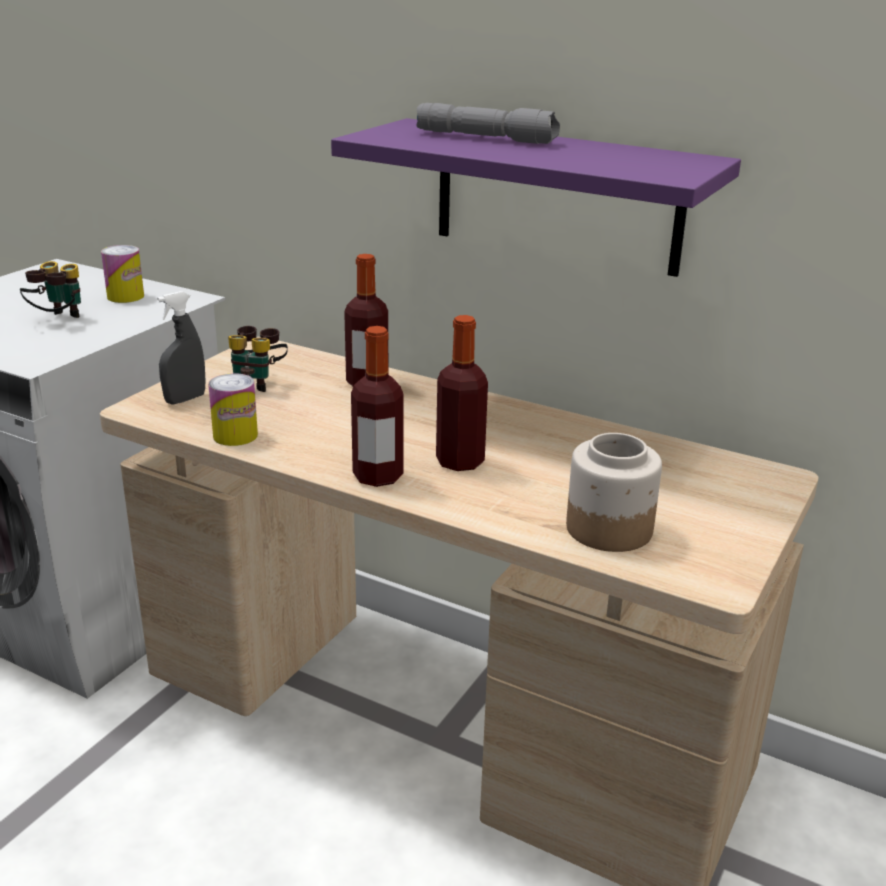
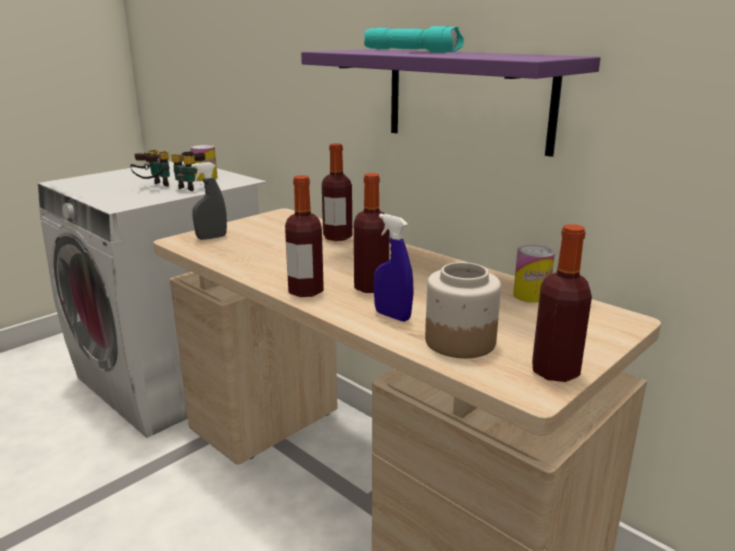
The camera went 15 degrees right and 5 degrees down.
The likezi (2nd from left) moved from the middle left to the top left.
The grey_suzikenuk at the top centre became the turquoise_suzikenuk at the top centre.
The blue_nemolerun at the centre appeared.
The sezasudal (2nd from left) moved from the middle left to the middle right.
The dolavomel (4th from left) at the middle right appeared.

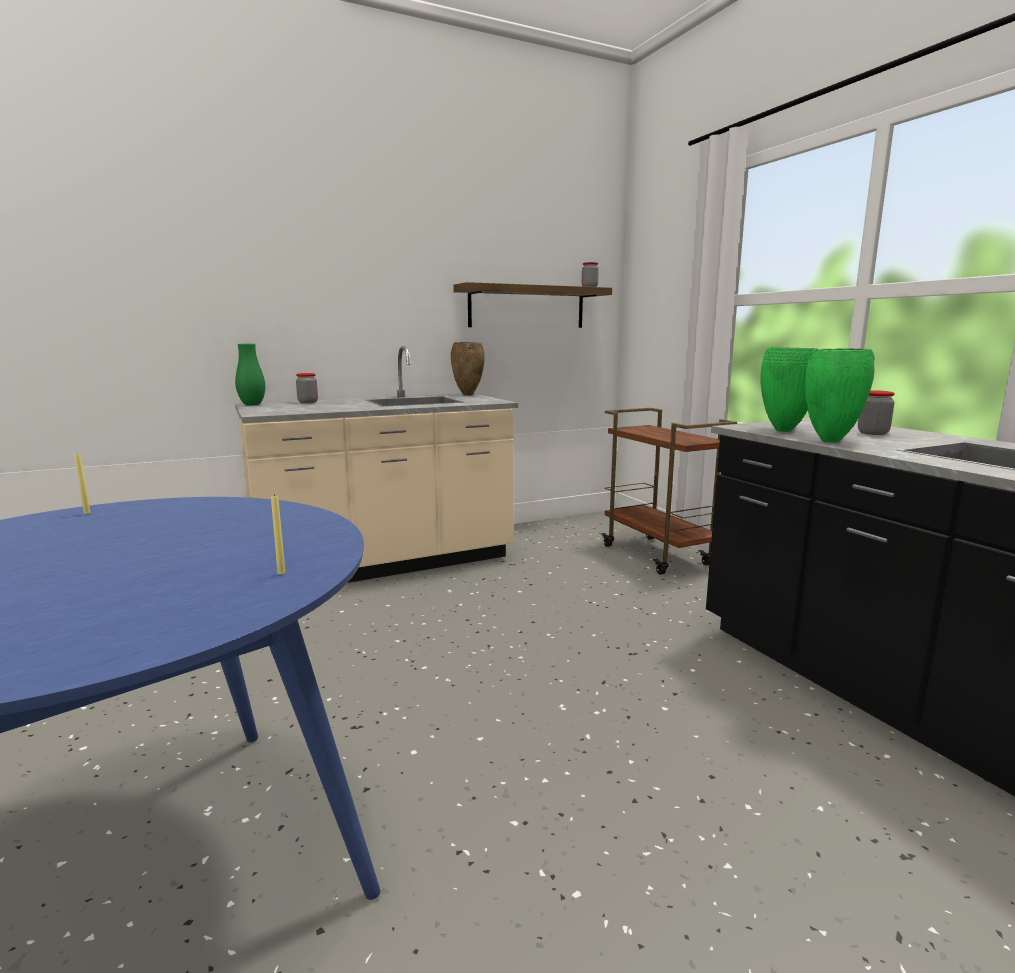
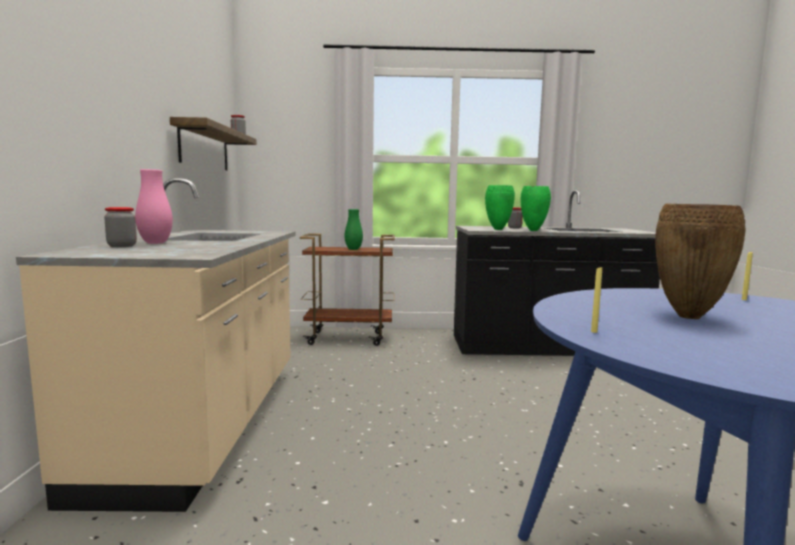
The camera went 65 degrees left and 5 degrees down.
The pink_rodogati at the middle left appeared.
The green_rodogati (1st from left) moved from the middle left to the centre.
The brown_rodogati moved from the centre to the middle right.

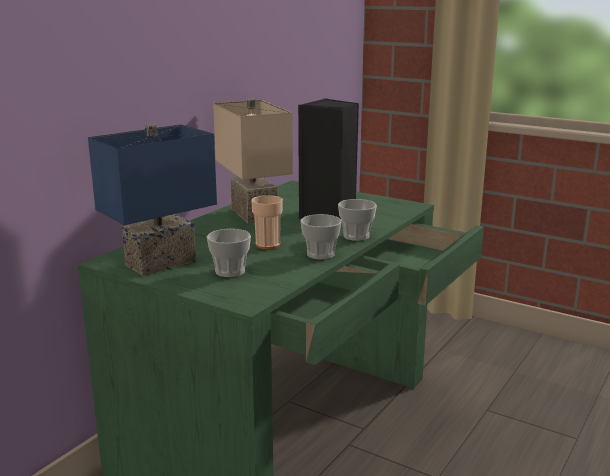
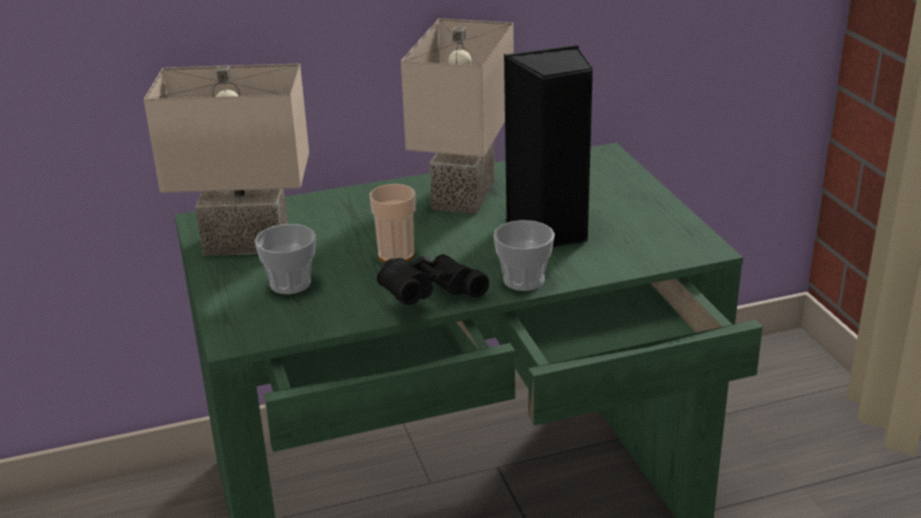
The camera went 40 degrees right and 10 degrees up.
The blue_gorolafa at the middle left became the beige_gorolafa (1st from left) at the top left.
The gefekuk (3rd from left) at the centre was replaced by the black_likezi at the centre.

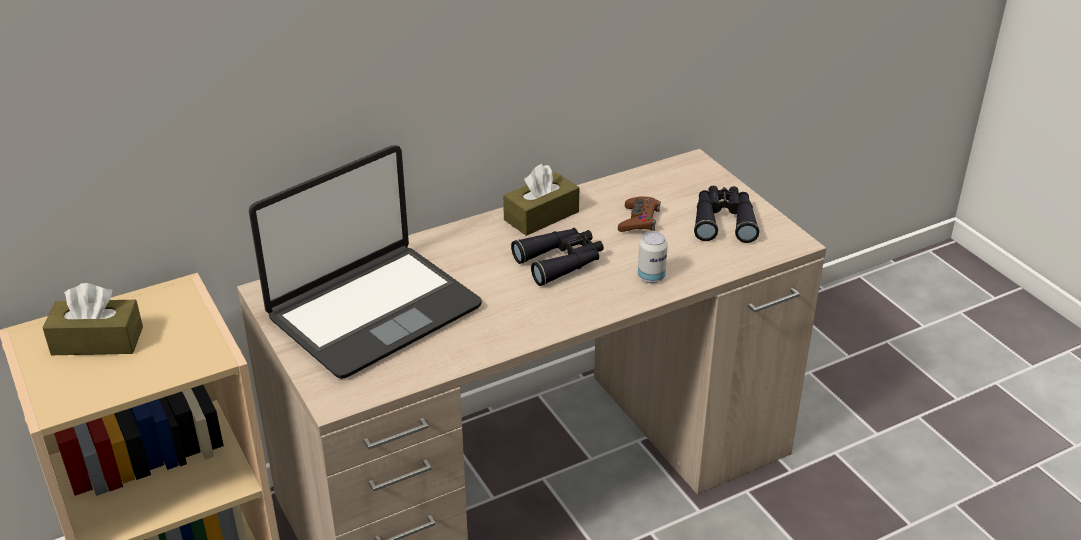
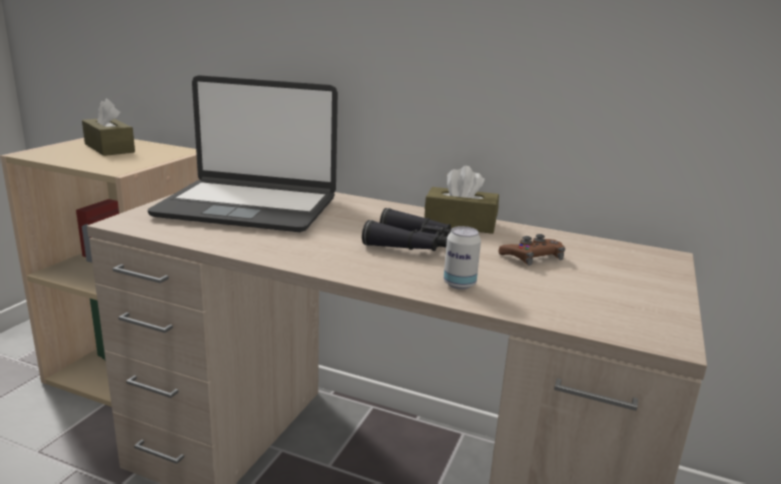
The camera went 50 degrees right and 15 degrees down.
The black_likezi (2nd from left) at the middle right disappeared.

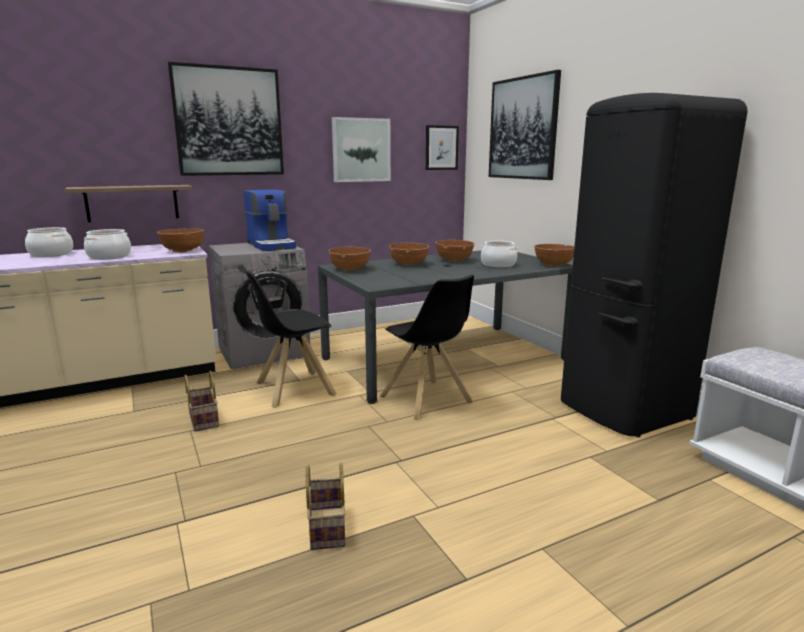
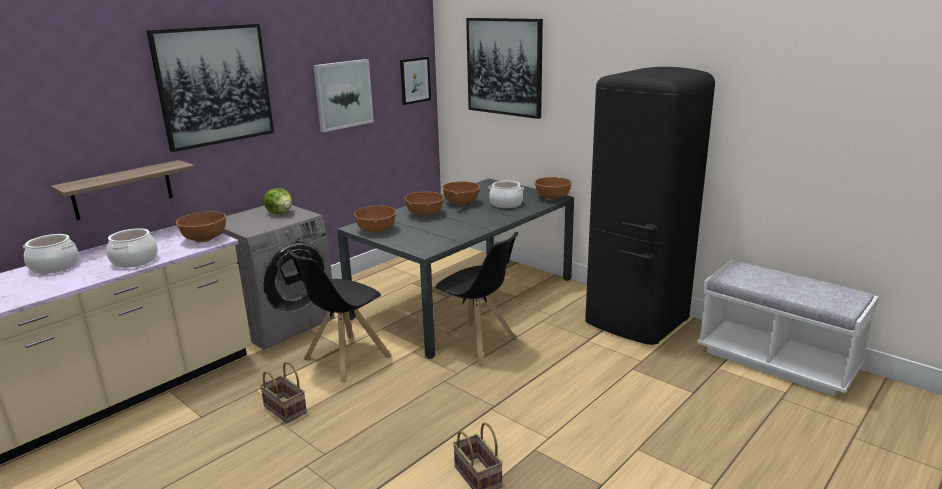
The camera went 20 degrees left and 5 degrees up.
The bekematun at the centre was replaced by the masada at the middle left.

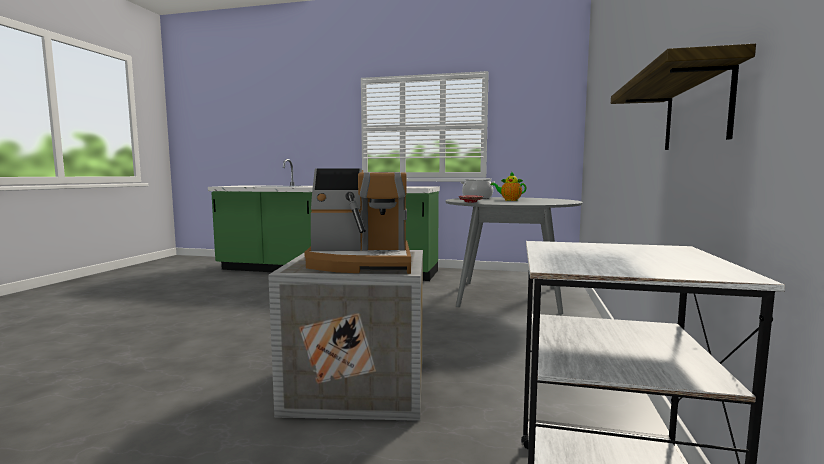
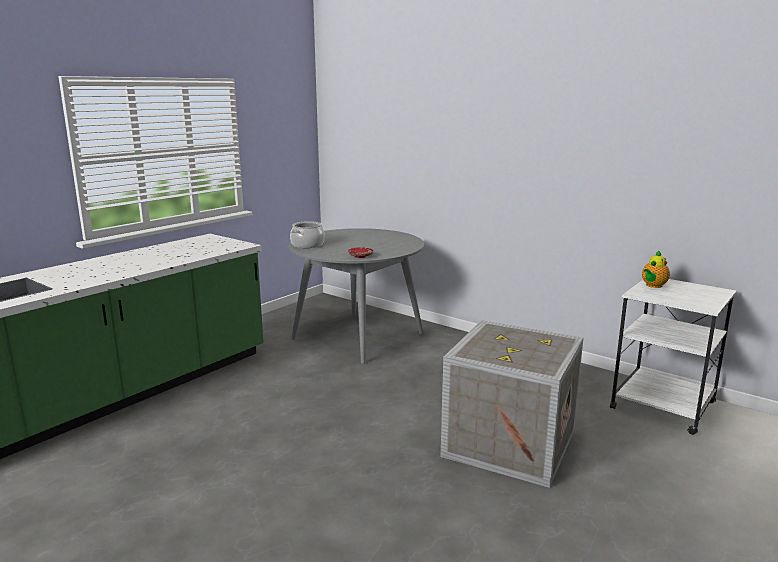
The camera went 65 degrees left and 10 degrees up.
The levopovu moved from the centre to the middle right.
The bekematun at the centre disappeared.
The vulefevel at the top right disappeared.

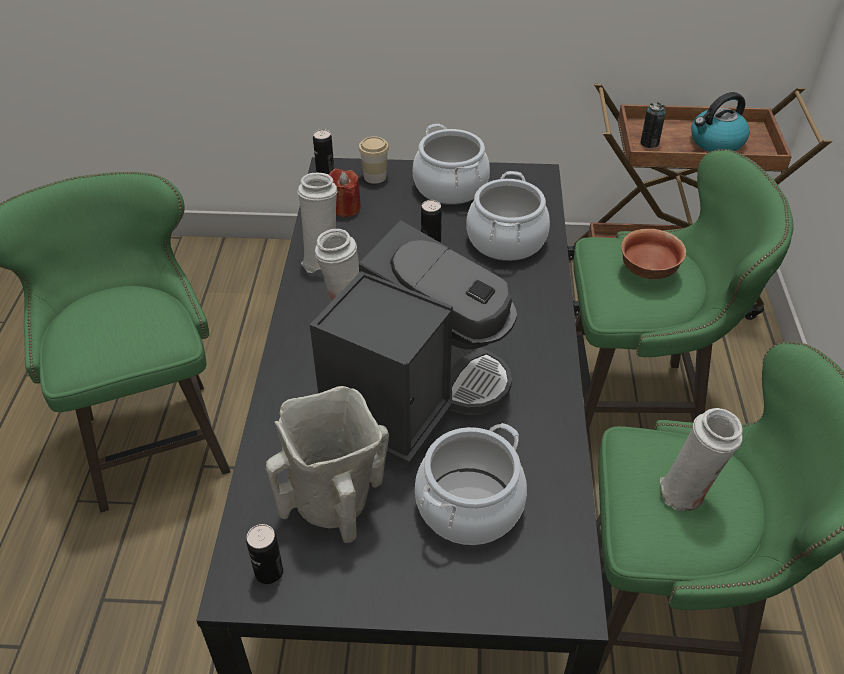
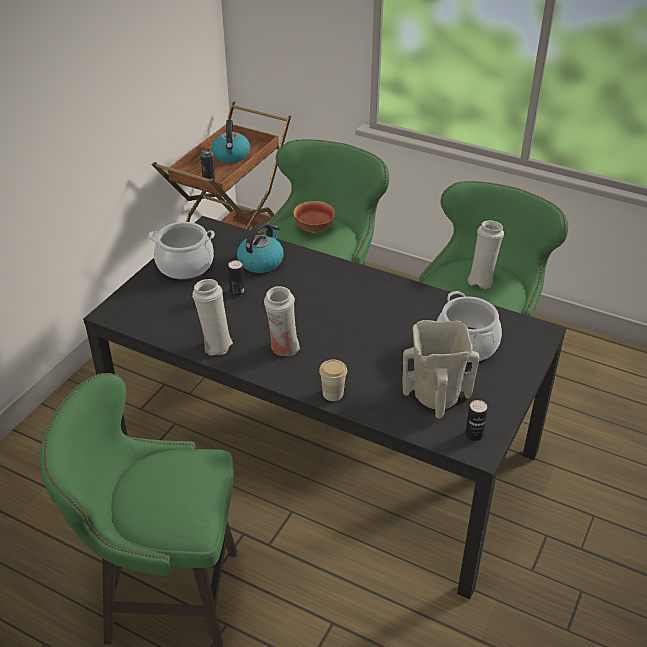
The camera went 65 degrees left and 5 degrees down.
The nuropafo (3rd from left) at the top centre was replaced by the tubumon (2nd from left) at the centre.
The gefekuk moved from the top centre to the centre.
The bekematun at the centre disappeared.
The sezasudal (2nd from left) at the top centre disappeared.
The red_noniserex at the top centre disappeared.

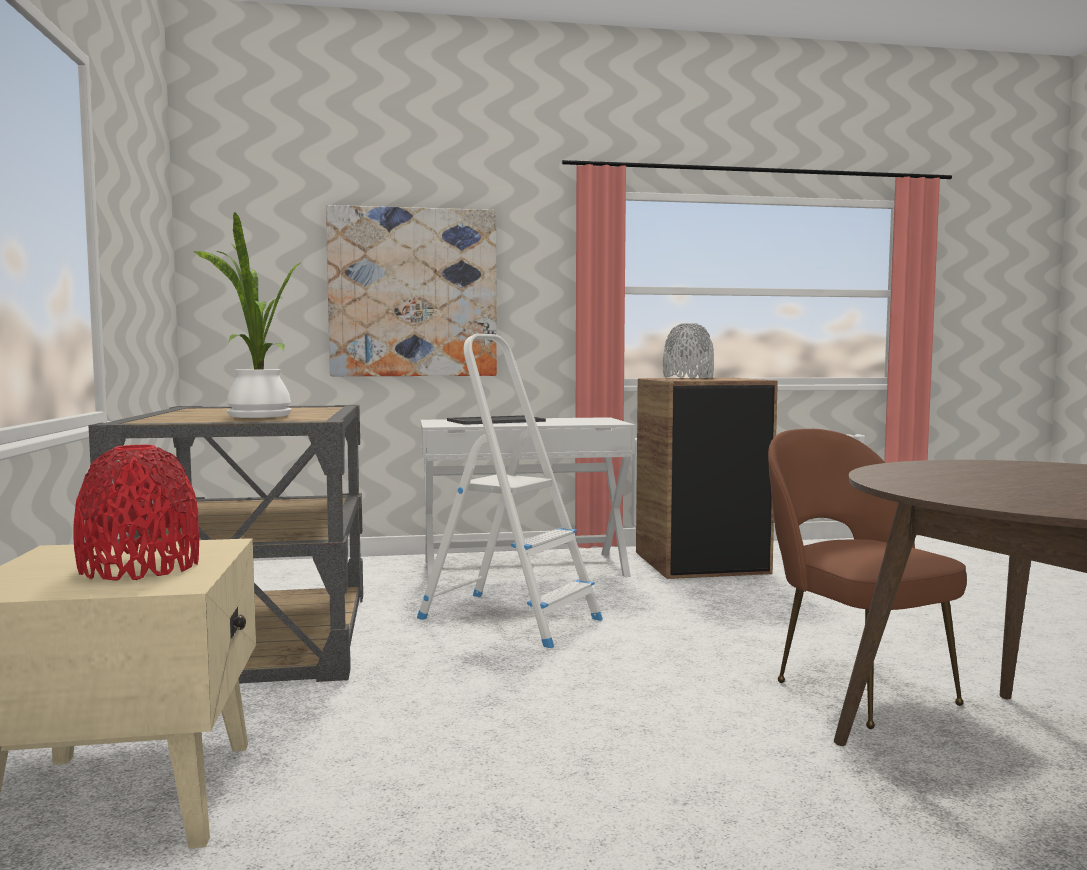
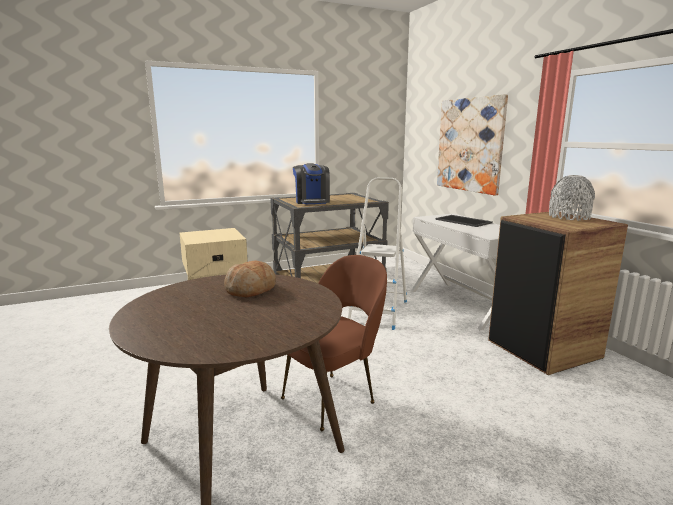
The camera went 75 degrees right and 10 degrees up.
The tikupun at the centre appeared.
The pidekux at the middle left was replaced by the bekematun at the centre.
The red_rodogati at the middle left disappeared.

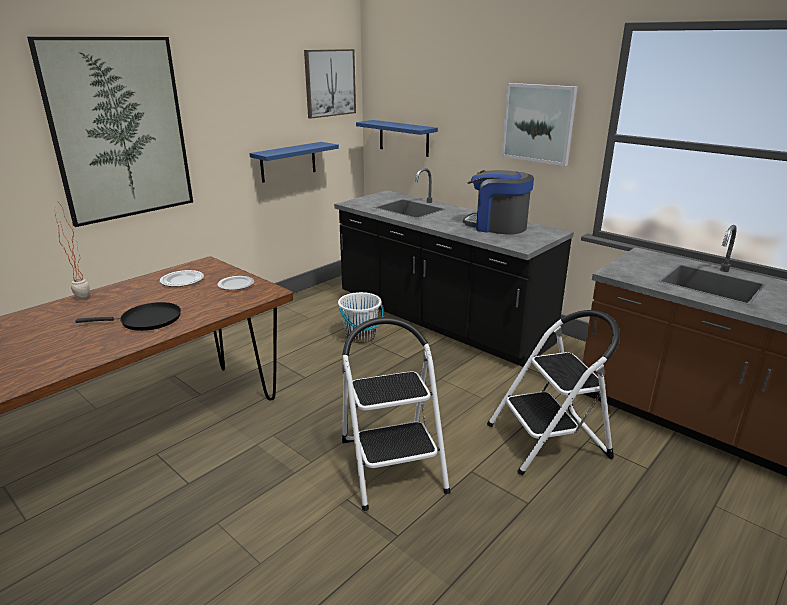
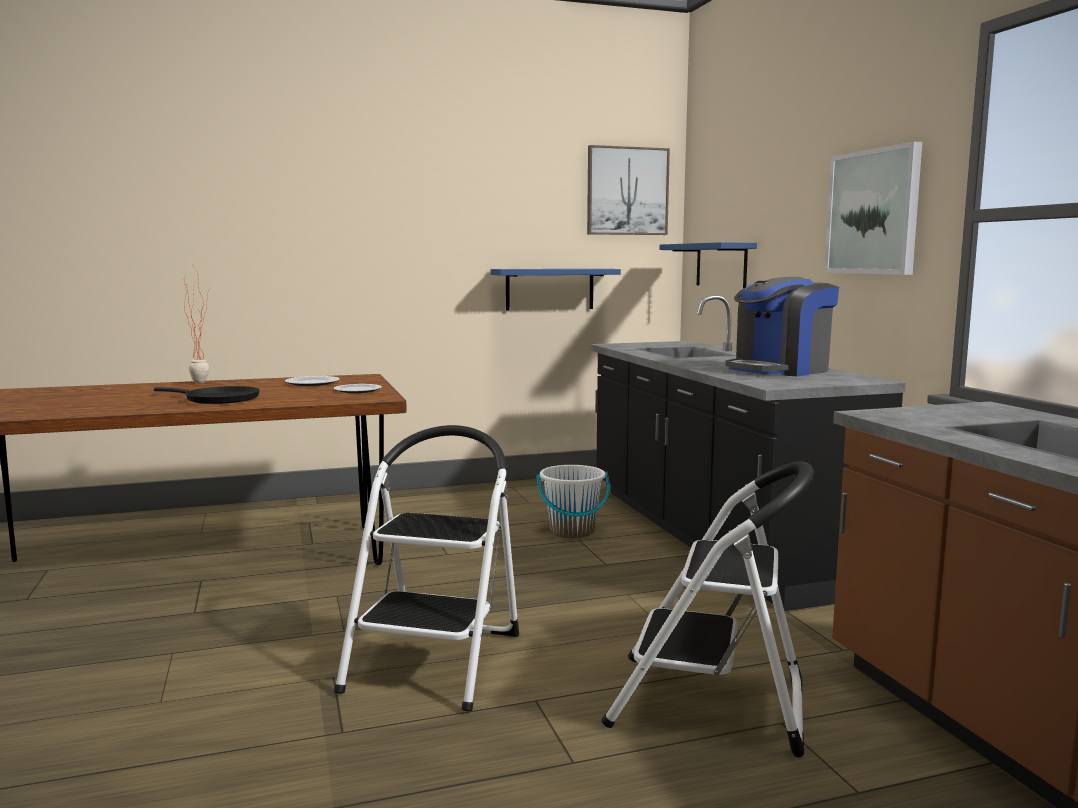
The camera went 30 degrees right and 15 degrees down.
The bekematun at the centre turned 90 degrees counterclockwise.
The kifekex (1st from left) at the top left disappeared.

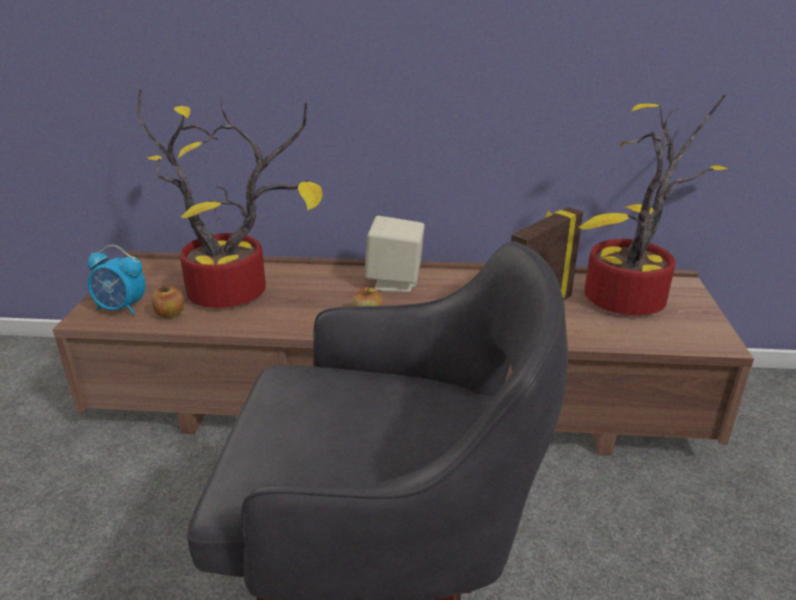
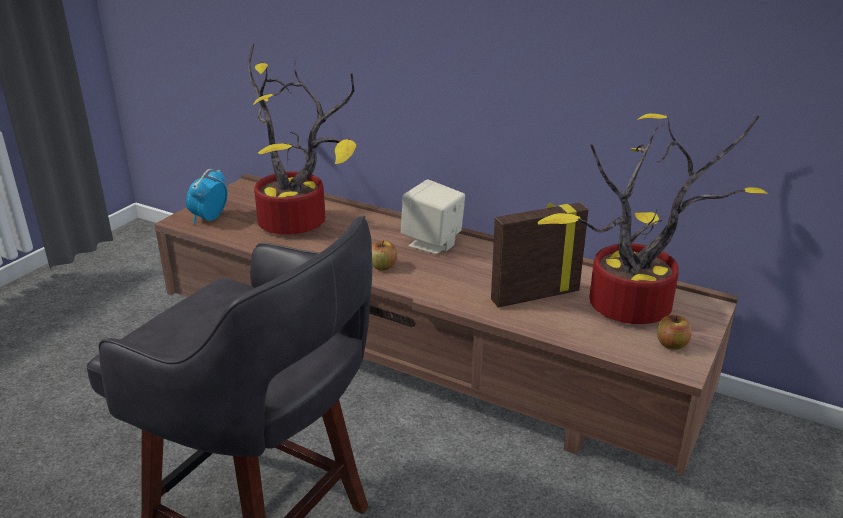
The camera went 25 degrees right and 0 degrees up.
The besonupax at the middle left turned 75 degrees clockwise.
The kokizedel (1st from left in the first image) moved from the middle left to the middle right.

